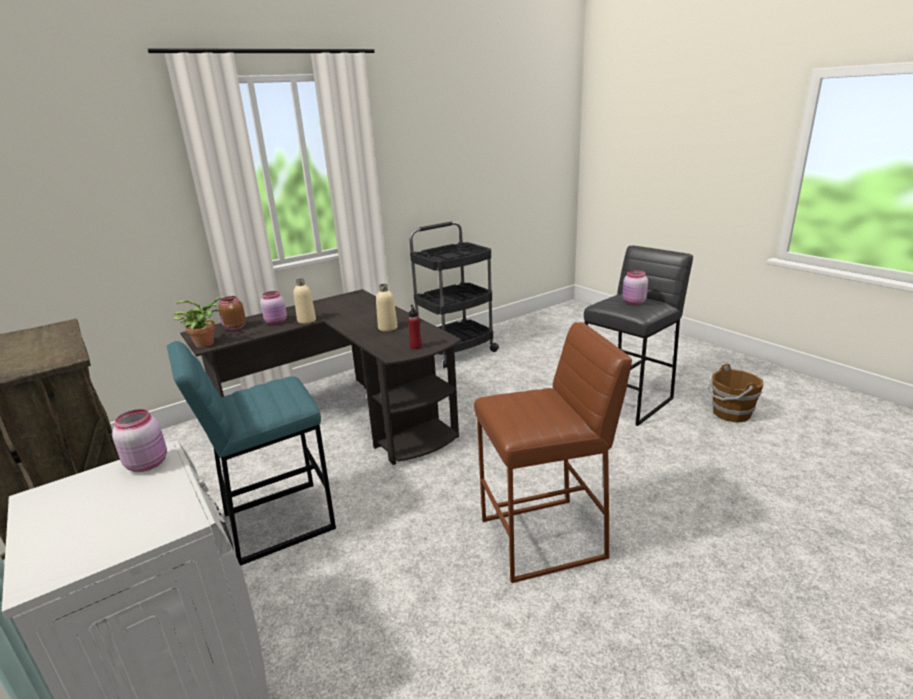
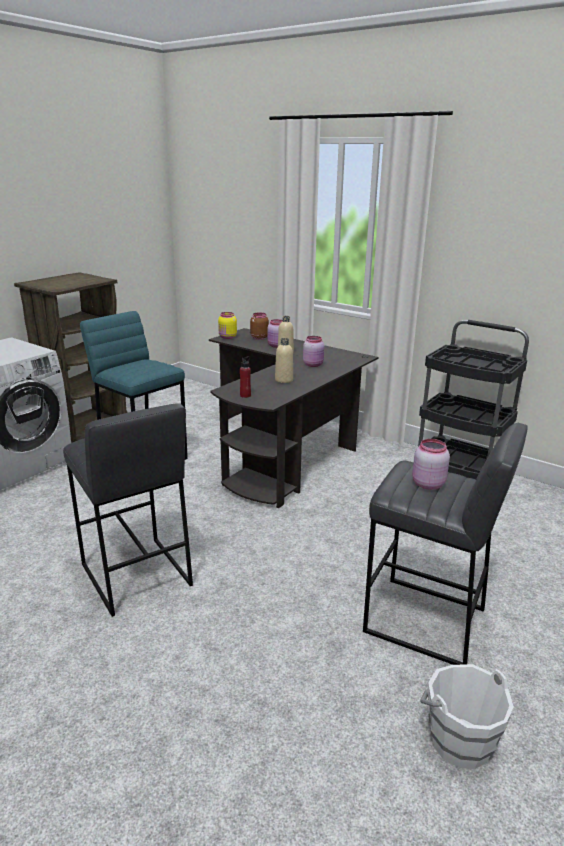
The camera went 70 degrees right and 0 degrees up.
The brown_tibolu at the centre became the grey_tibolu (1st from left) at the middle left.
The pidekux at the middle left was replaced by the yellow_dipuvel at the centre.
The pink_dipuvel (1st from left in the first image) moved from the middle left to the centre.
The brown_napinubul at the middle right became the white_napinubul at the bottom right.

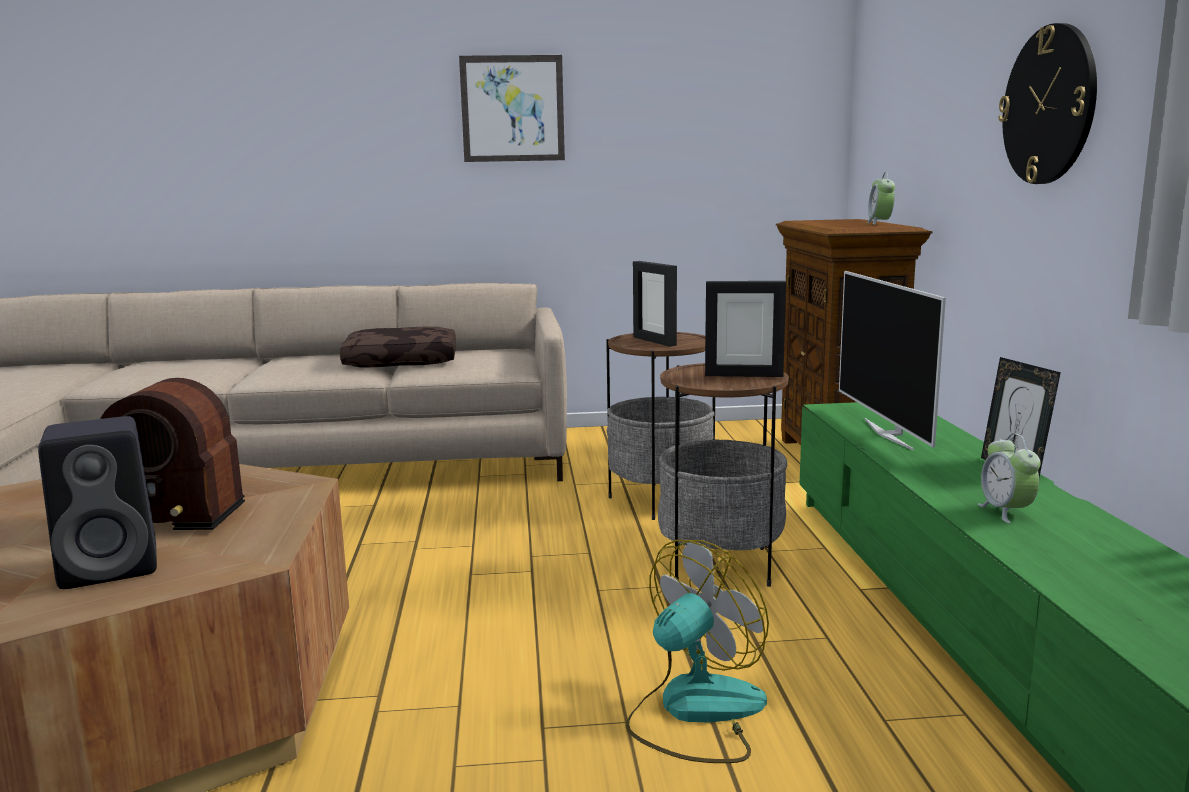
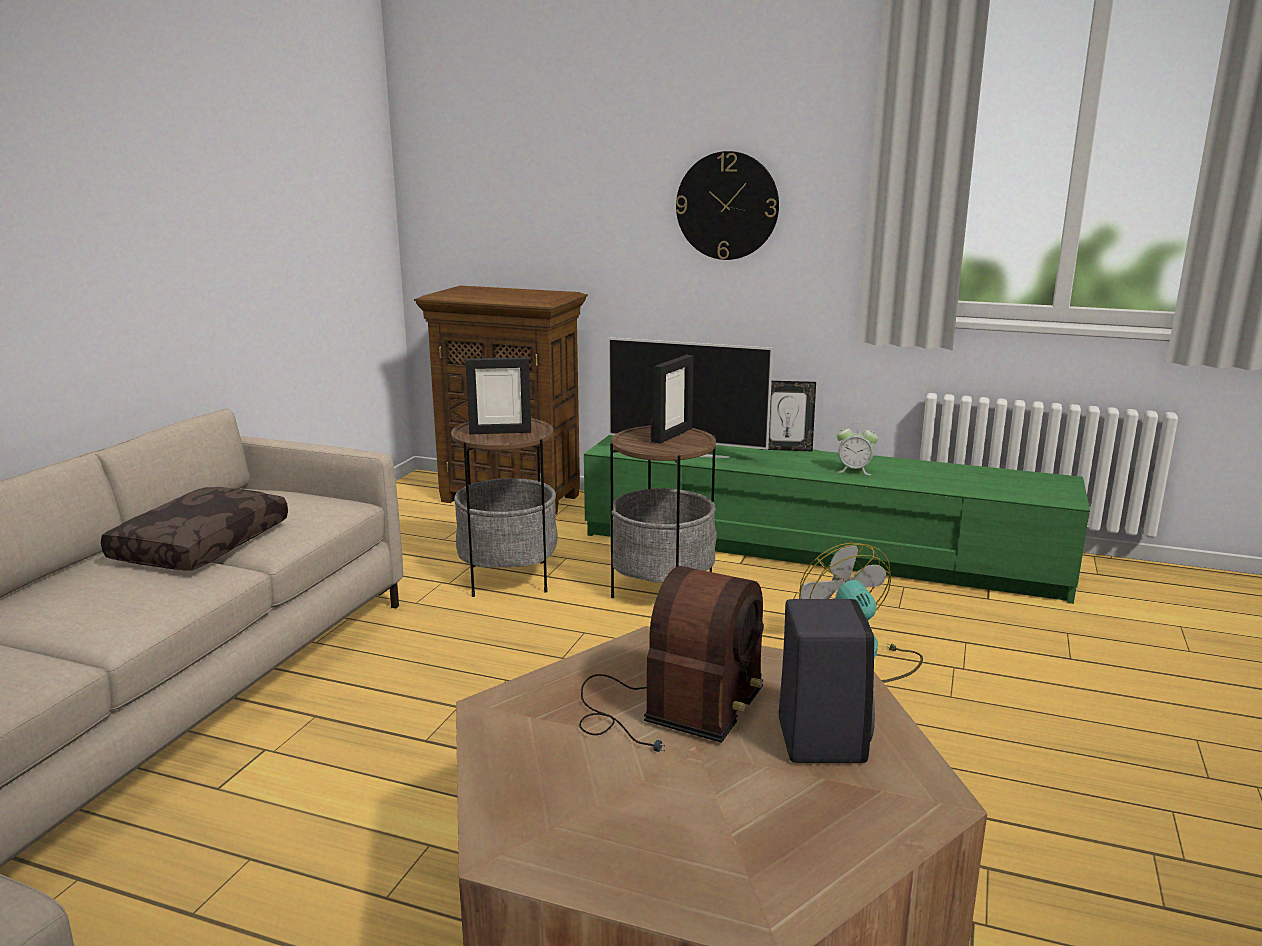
The camera went 65 degrees left and 5 degrees up.
The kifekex at the top centre disappeared.
The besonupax (1st from left) at the top right disappeared.

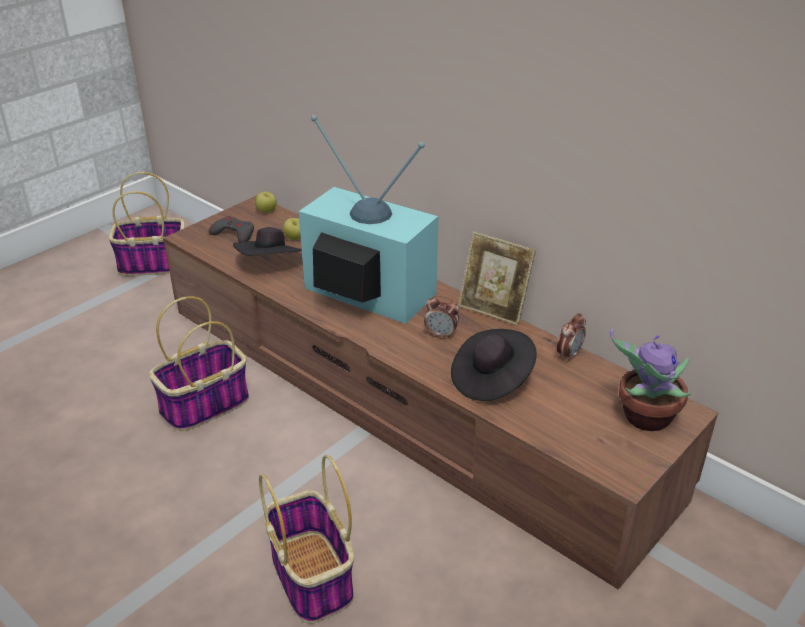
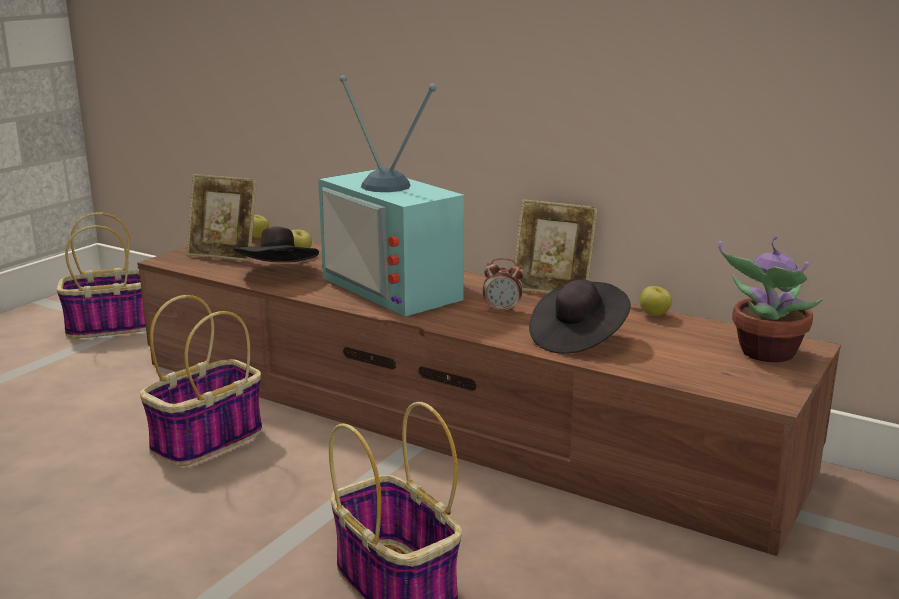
The camera went 10 degrees left and 15 degrees down.
The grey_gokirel at the middle left was replaced by the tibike (1st from left) at the middle left.
The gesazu at the centre turned 150 degrees counterclockwise.
The besonupax (2nd from left) at the middle right was replaced by the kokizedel (3rd from left) at the middle right.

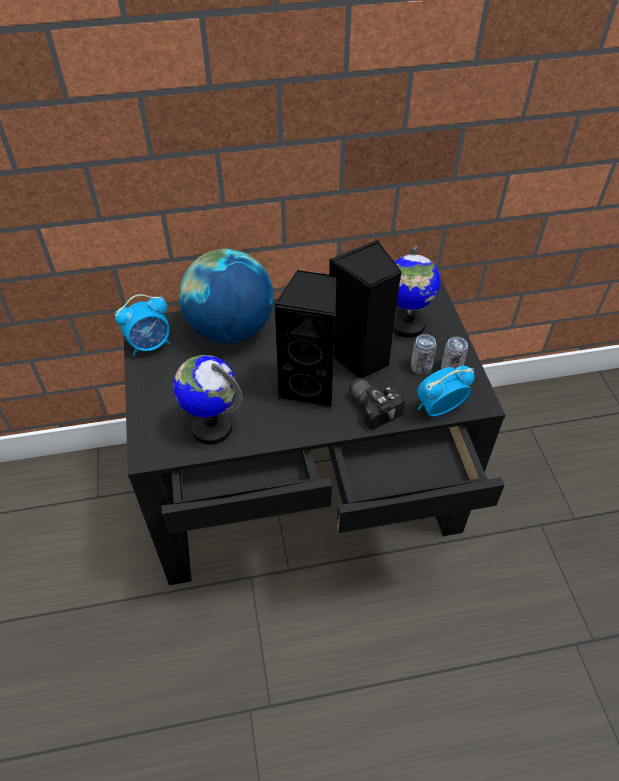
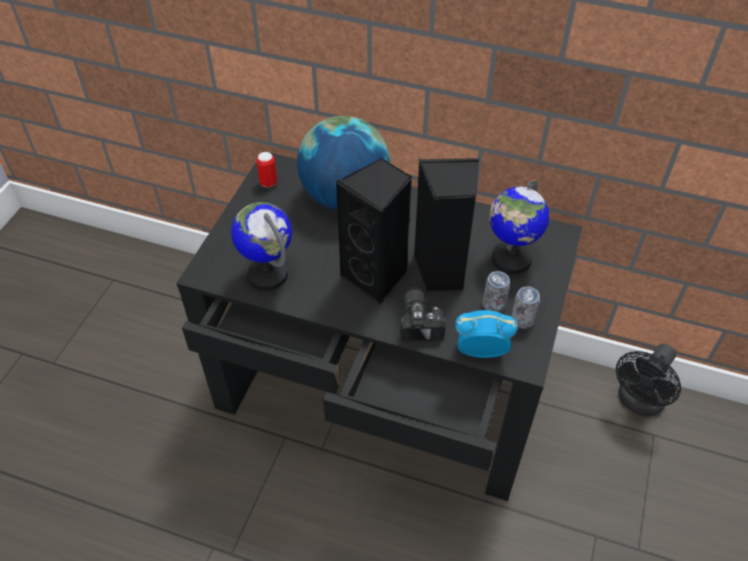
The camera went 30 degrees right and 0 degrees up.
The besonupax (1st from left) at the middle left was replaced by the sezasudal (1st from left) at the top centre.
The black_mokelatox at the bottom right appeared.

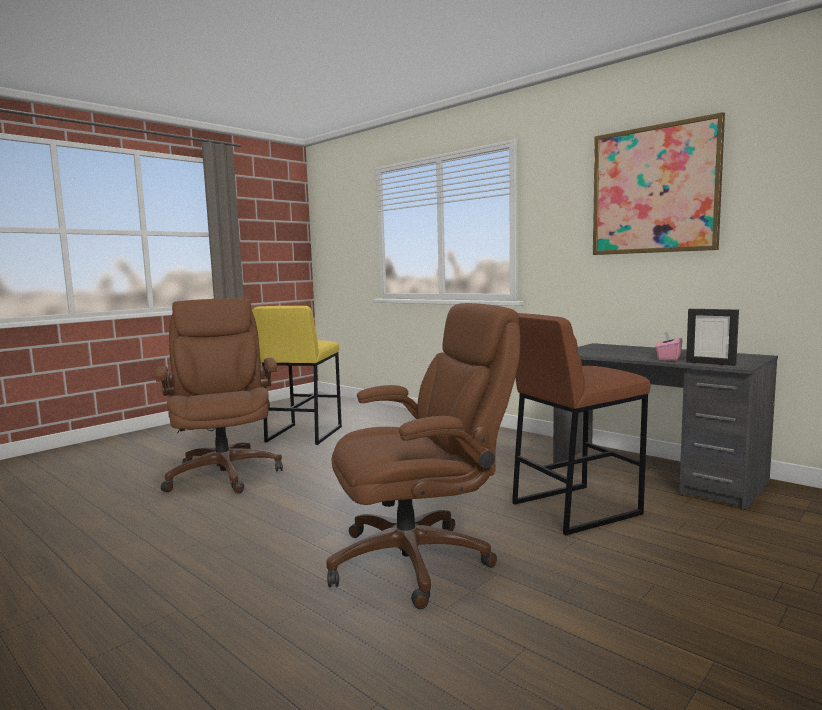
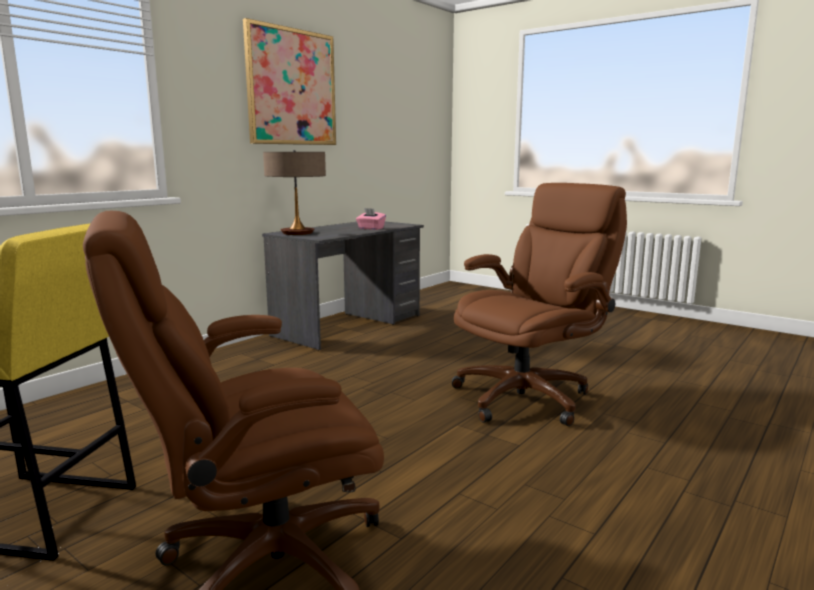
The camera went 95 degrees left and 5 degrees up.
The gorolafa at the top centre appeared.
The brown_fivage (2nd from left) at the centre turned 75 degrees clockwise.
The brown_tibolu at the middle right disappeared.
The tibike at the middle right disappeared.

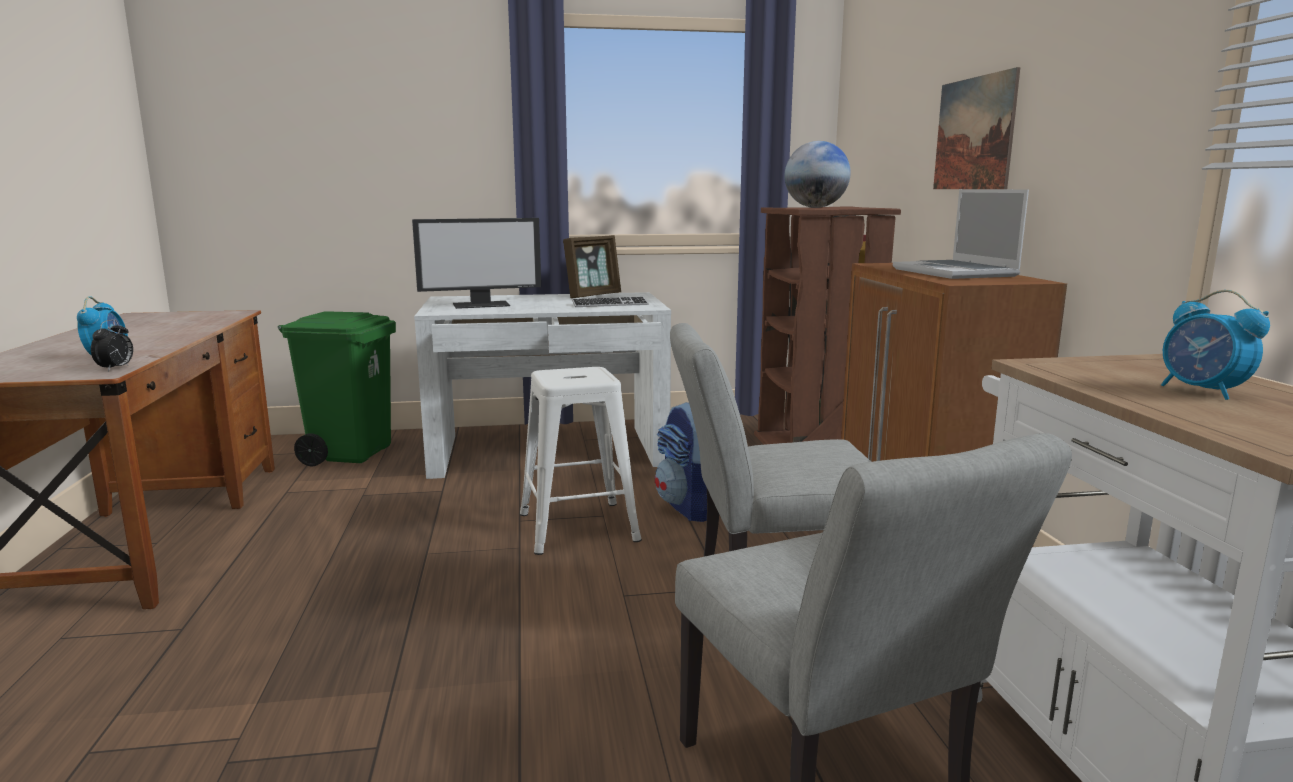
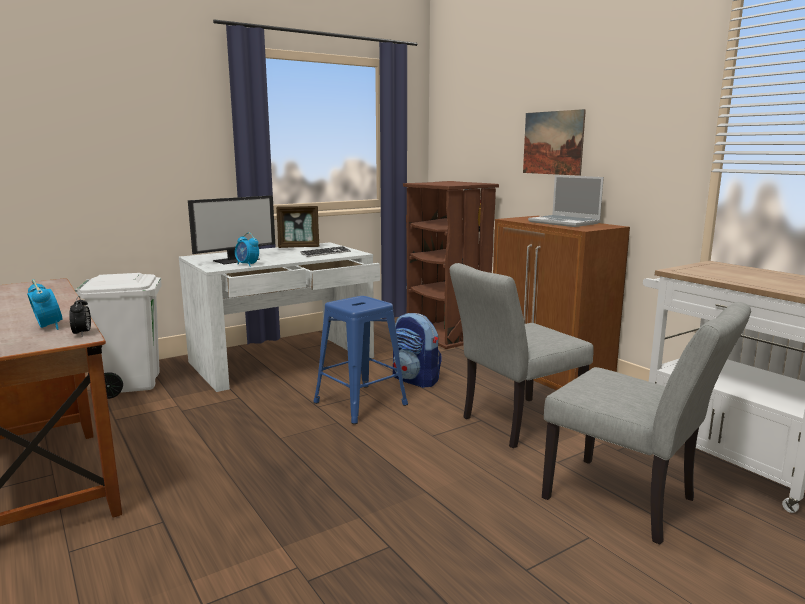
The camera went 25 degrees left and 0 degrees up.
The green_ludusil at the middle left became the white_ludusil at the middle left.
The besonupax (3rd from left) moved from the middle right to the middle left.
The tibike at the centre turned 60 degrees clockwise.
The white_tibolu at the centre became the blue_tibolu at the centre.
The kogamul at the top centre disappeared.

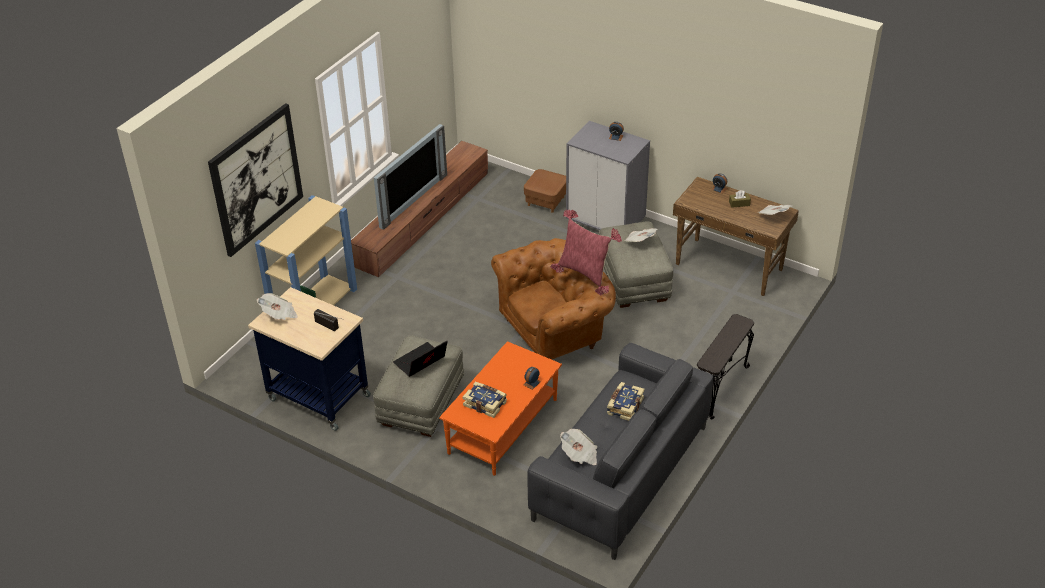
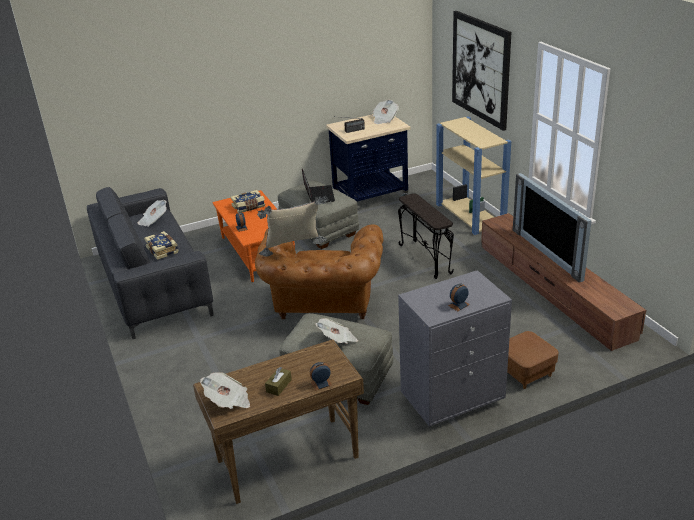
The camera went 125 degrees right and 10 degrees down.
The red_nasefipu at the centre became the grey_nasefipu at the centre.
The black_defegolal moved from the middle right to the centre.

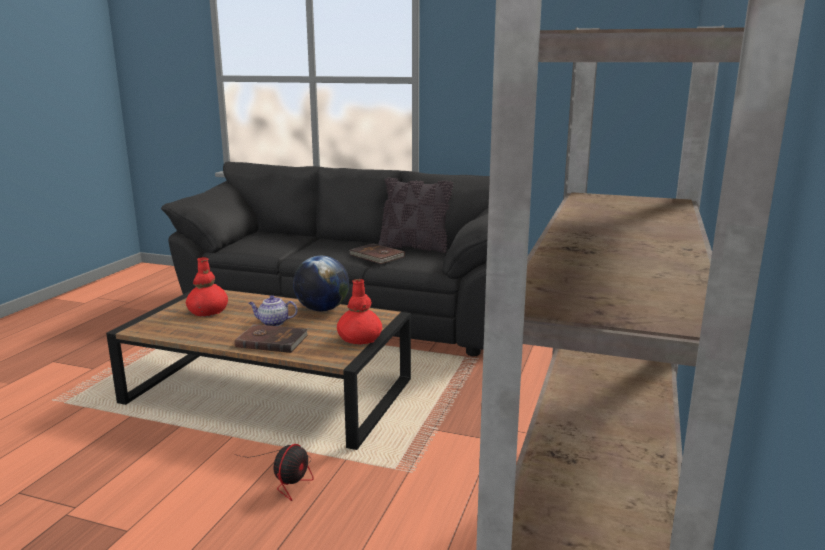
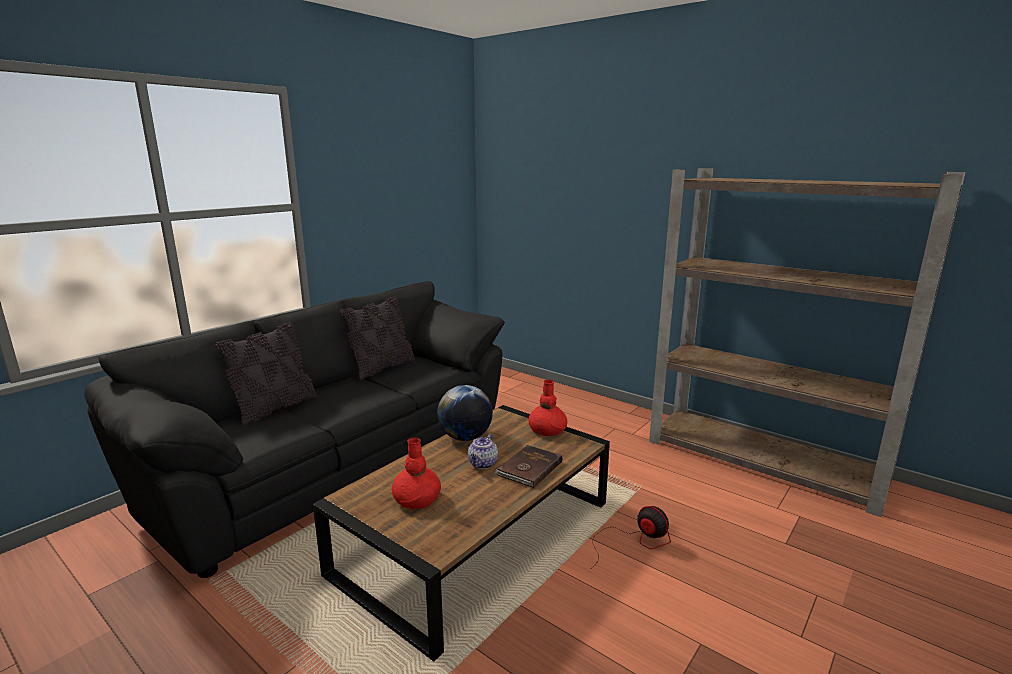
The camera went 70 degrees left and 0 degrees up.
The black_nasefipu (1st from left) at the middle left appeared.
The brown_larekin (2nd from left) at the centre disappeared.

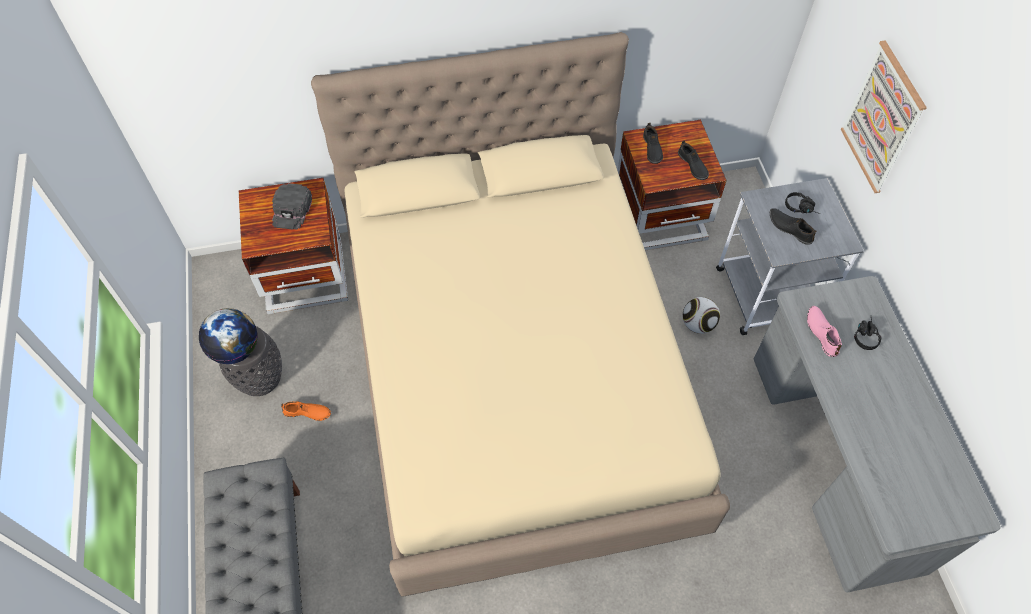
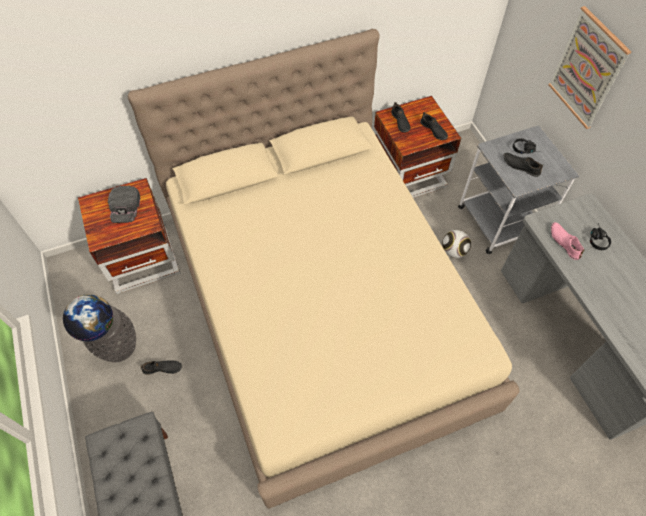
The camera went 10 degrees left and 0 degrees up.
The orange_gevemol at the bottom left became the black_gevemol (1st from left) at the bottom left.

